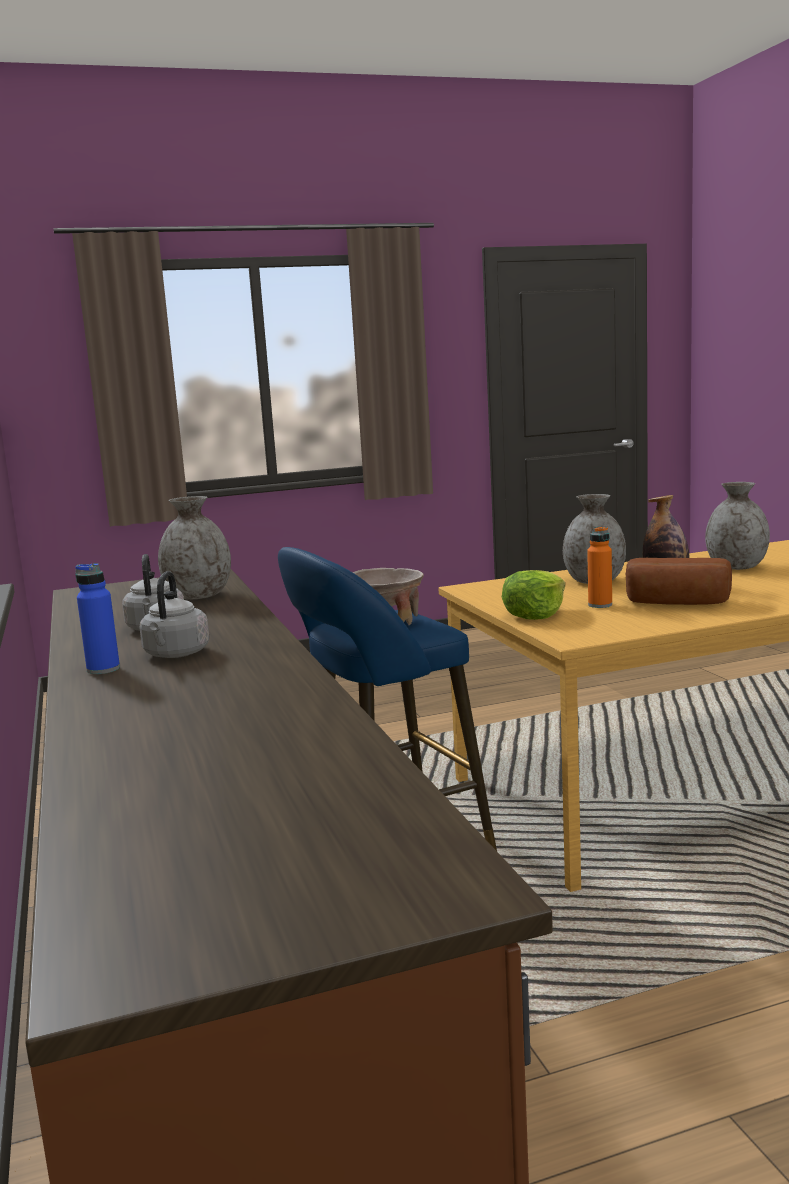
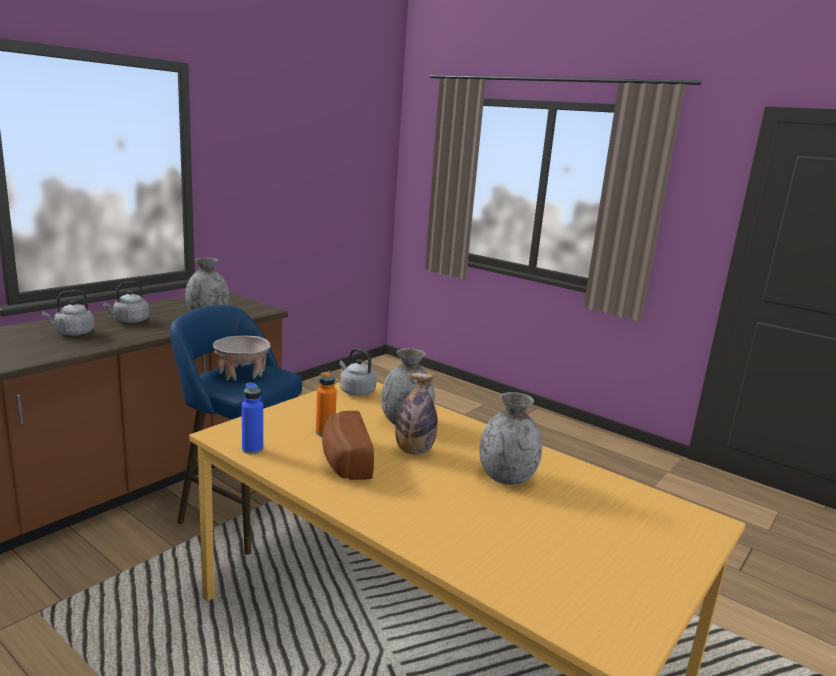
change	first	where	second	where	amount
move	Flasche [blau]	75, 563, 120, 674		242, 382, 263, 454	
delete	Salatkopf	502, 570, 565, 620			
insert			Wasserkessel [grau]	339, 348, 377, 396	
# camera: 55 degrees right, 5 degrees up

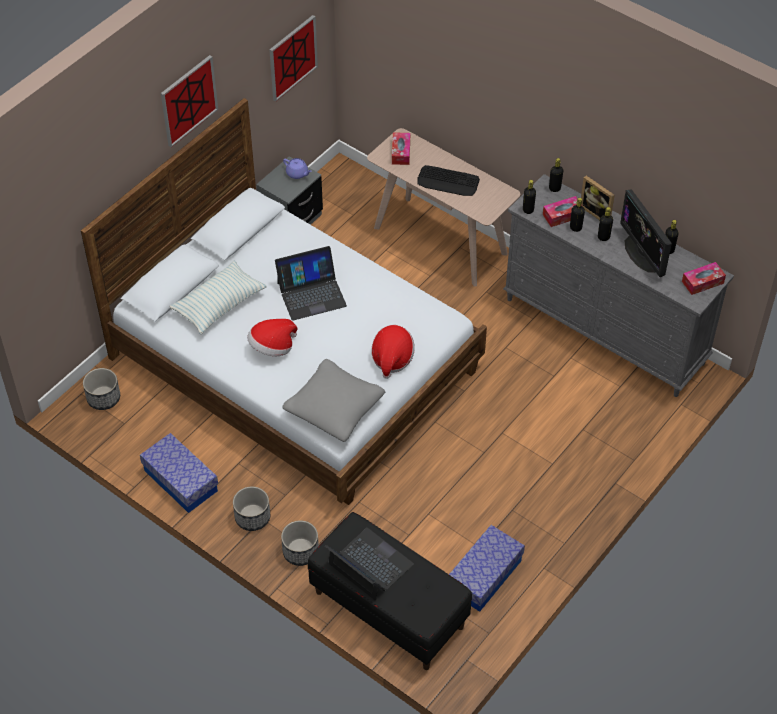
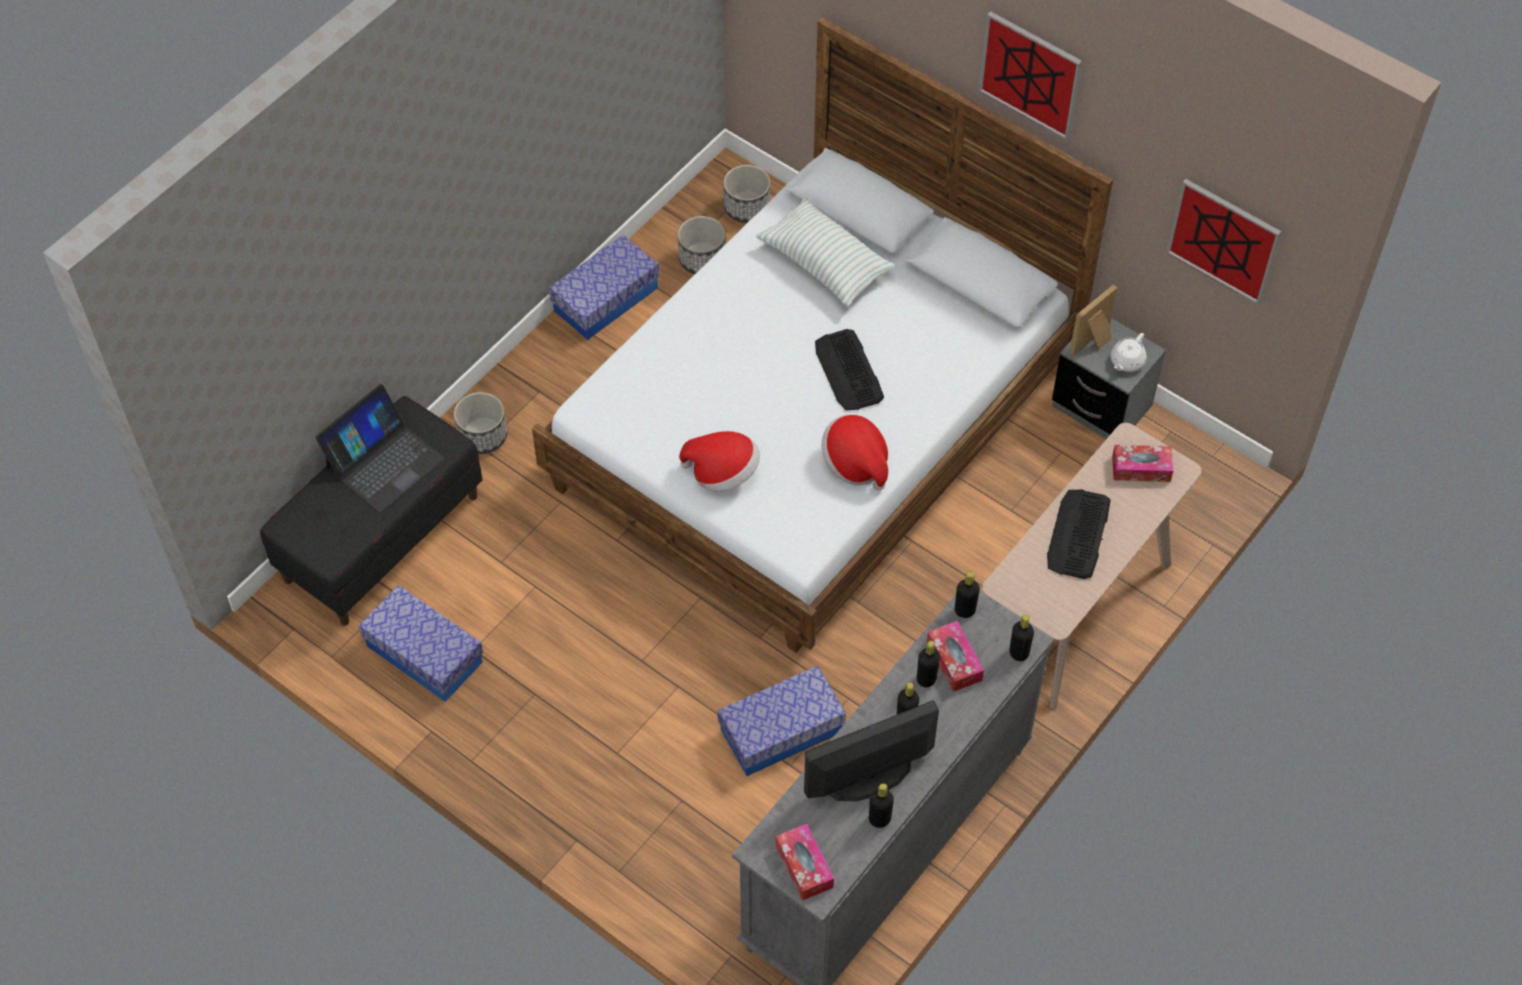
change	first	where	second	where	amount
move	Pflanzkübel	233, 486, 270, 531		678, 216, 725, 274	
move	Hut	247, 319, 297, 356		822, 414, 888, 491	
replace	Laptop	275, 246, 347, 321	Tastatur	815, 329, 884, 410	
delete	Kissen [grau]	282, 359, 385, 442			
recolor	Teekanne [lila]	283, 158, 312, 179	Teekanne [weiß]	1111, 333, 1146, 372	
move	Bilderrahmen	581, 176, 615, 220		1070, 284, 1118, 355	
insert			Aufbewahrungsbox	717, 666, 846, 776	
# camera: 90 degrees right, 5 degrees up

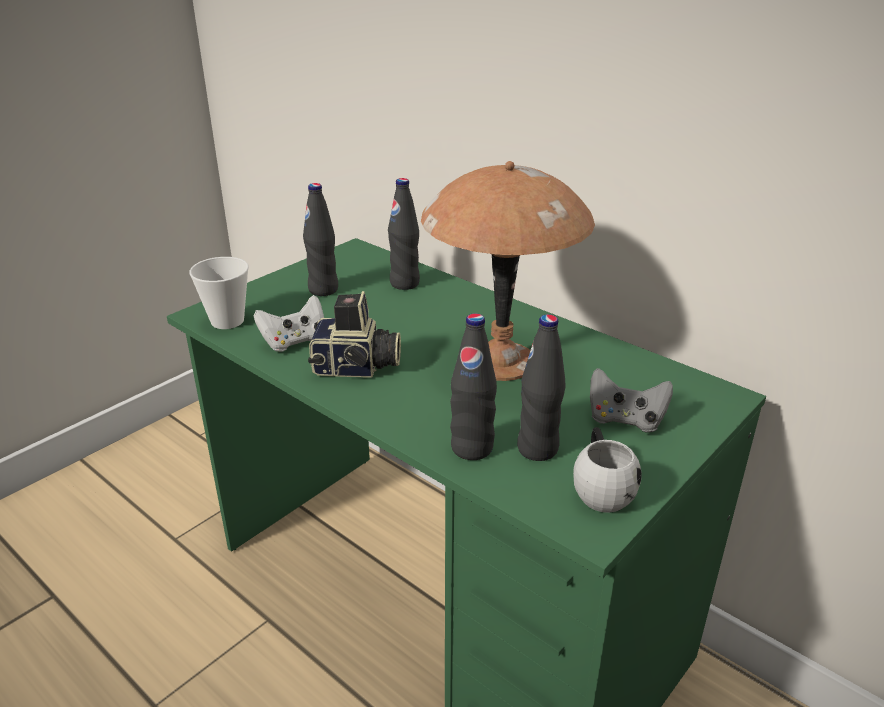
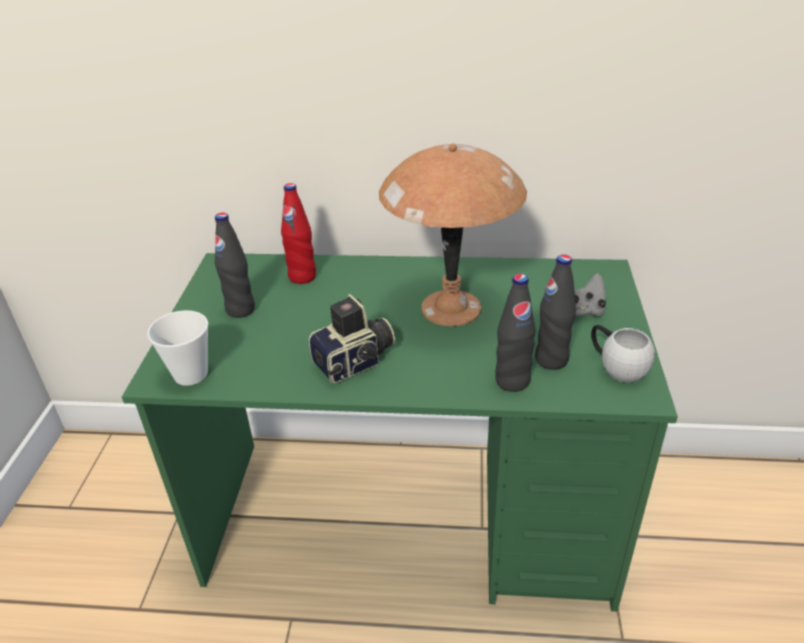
change	first	where	second	where	amount
delete	Gamepad [weiß]	254, 295, 324, 352			
recolor	Flasche [schwarz]	388, 178, 420, 290	Flasche [rot]	281, 183, 316, 284	
# camera: 35 degrees left, 5 degrees up

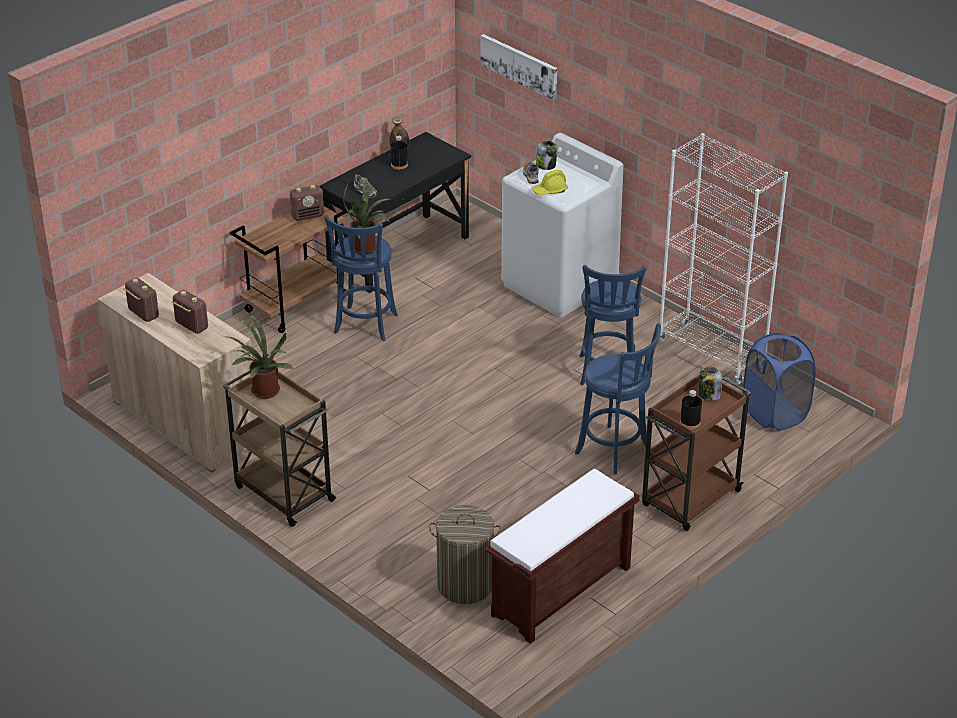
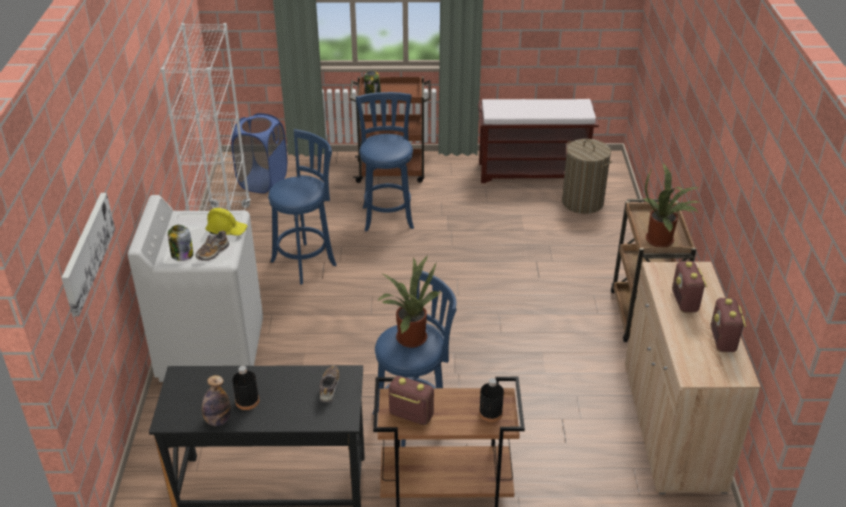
change	first	where	second	where	amount
move	Flasche [schwarz]	680, 390, 702, 429		479, 378, 504, 422	
# camera: 135 degrees left, 0 degrees up

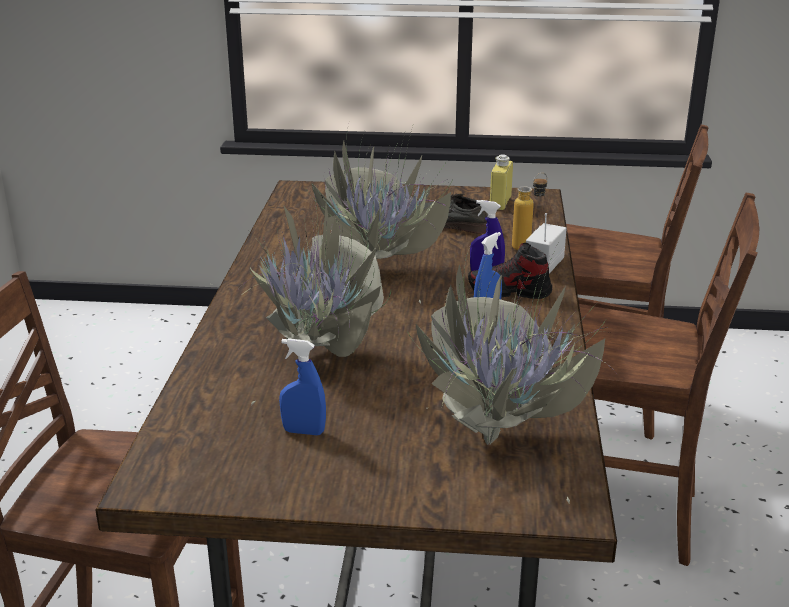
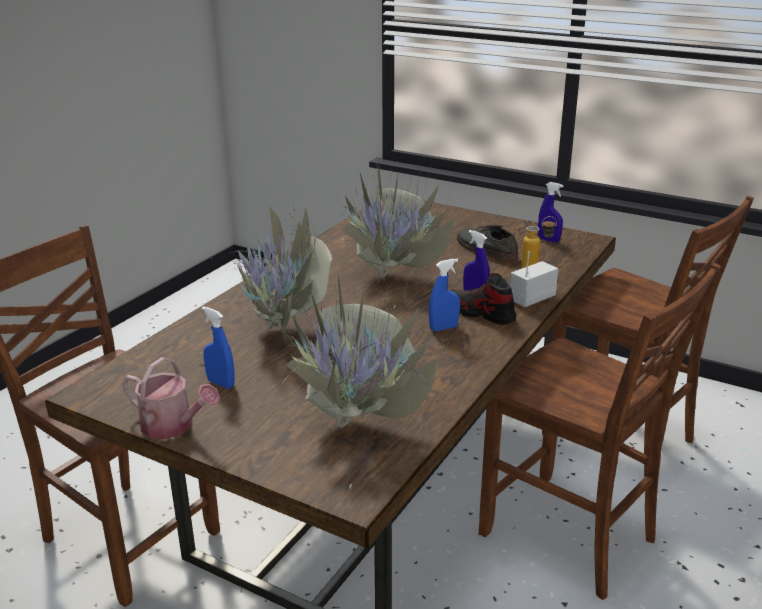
change	first	where	second	where	amount
replace	Flasche [gelb]	490, 154, 513, 210	Sprühflasche [blau]	538, 182, 564, 243	
insert			Gießkanne	122, 357, 220, 439	
# camera: 25 degrees right, 0 degrees up

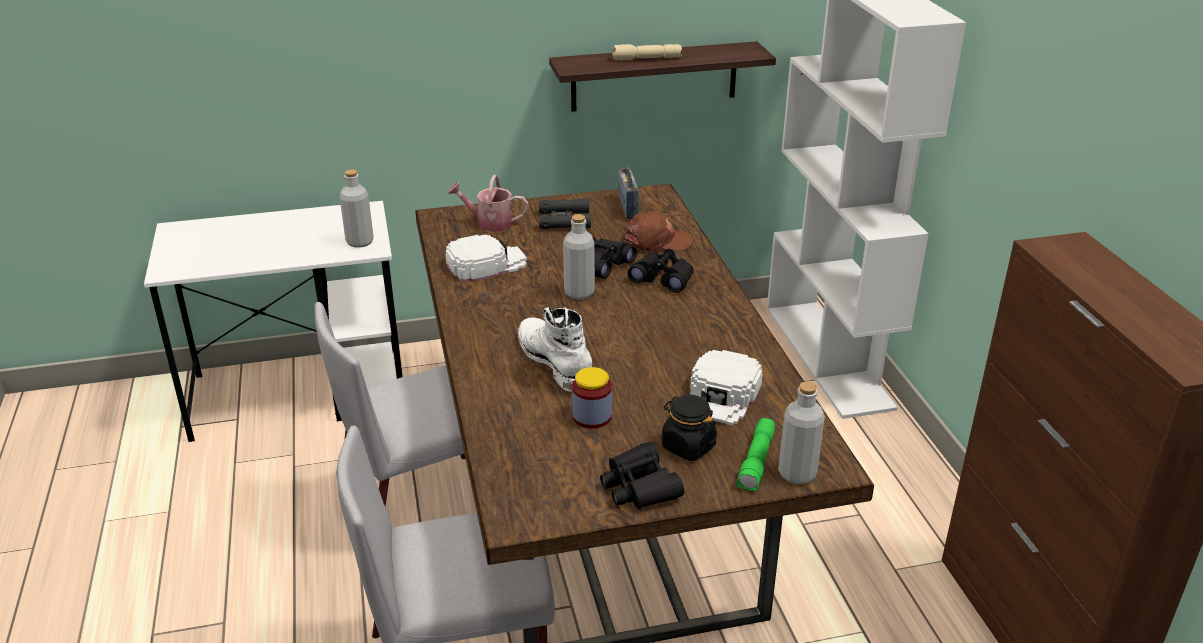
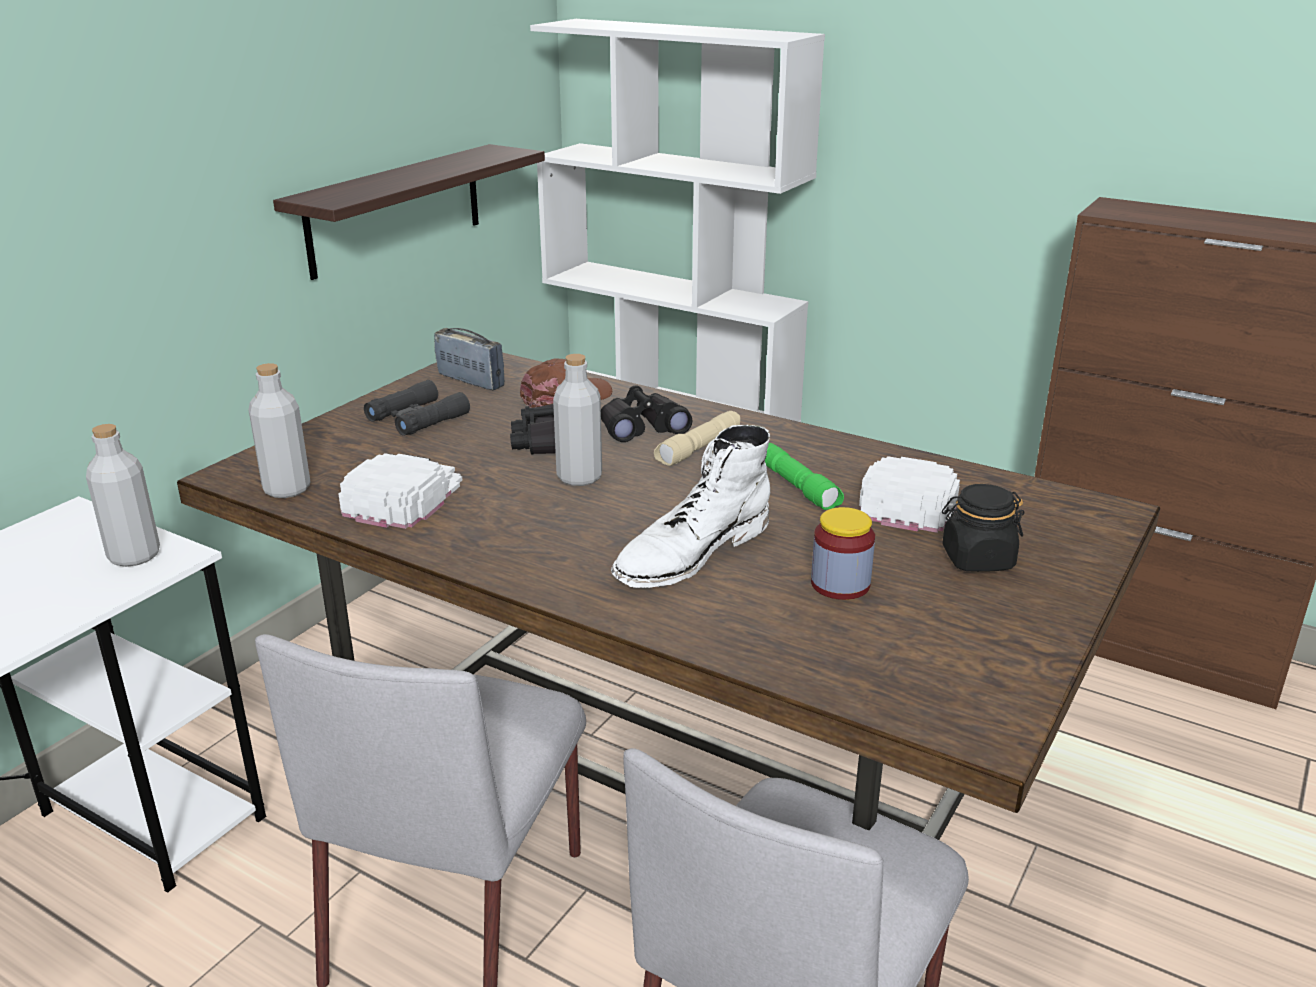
change	first	where	second	where	amount
delete	Gießkanne	448, 175, 528, 232			
rotate	Stiefel [weiß]	518, 307, 592, 392		611, 425, 770, 588	60 degrees counterclockwise
delete	Fernglas [schwarz]	600, 442, 684, 509			
move	Taschenlampe [beige]	612, 44, 682, 60		654, 411, 740, 466	
rotate	Kappe [weiß]	690, 350, 763, 426		859, 456, 960, 533	135 degrees counterclockwise
move	Taschenlampe [grün]	737, 418, 775, 491		765, 443, 844, 510	
move	Flasche [grau]	778, 381, 825, 485		249, 363, 311, 498	
# camera: 45 degrees left, 5 degrees down

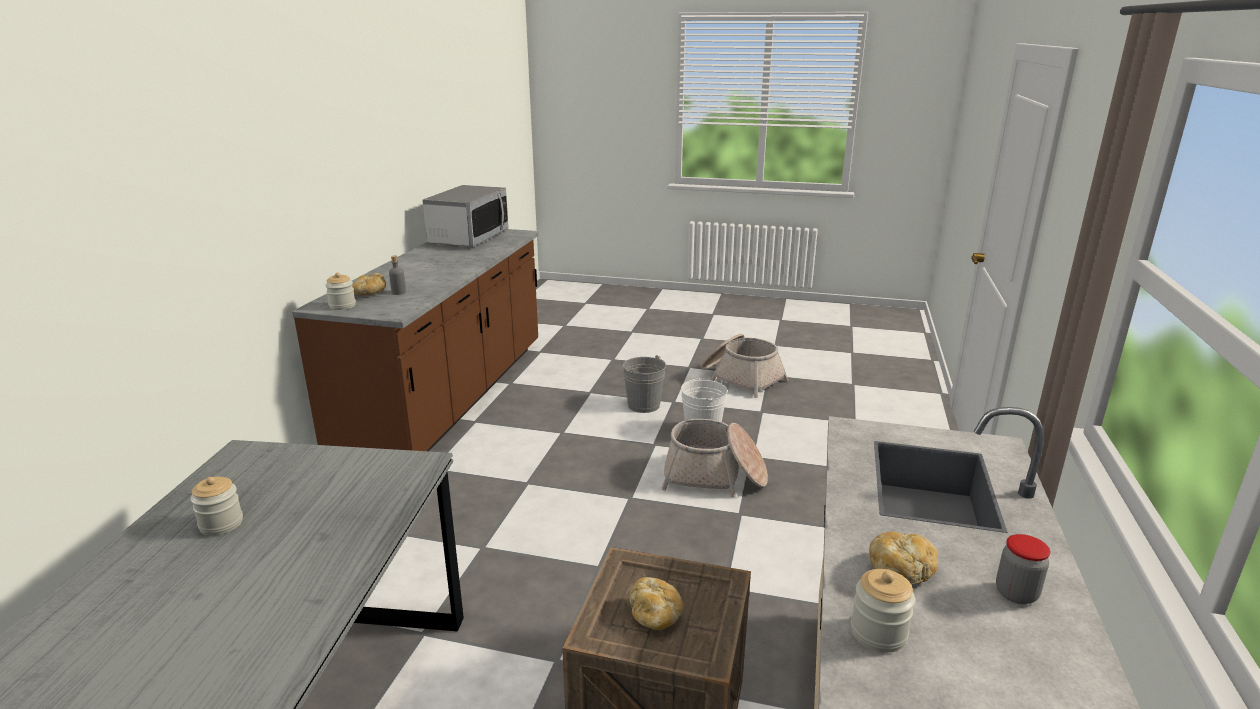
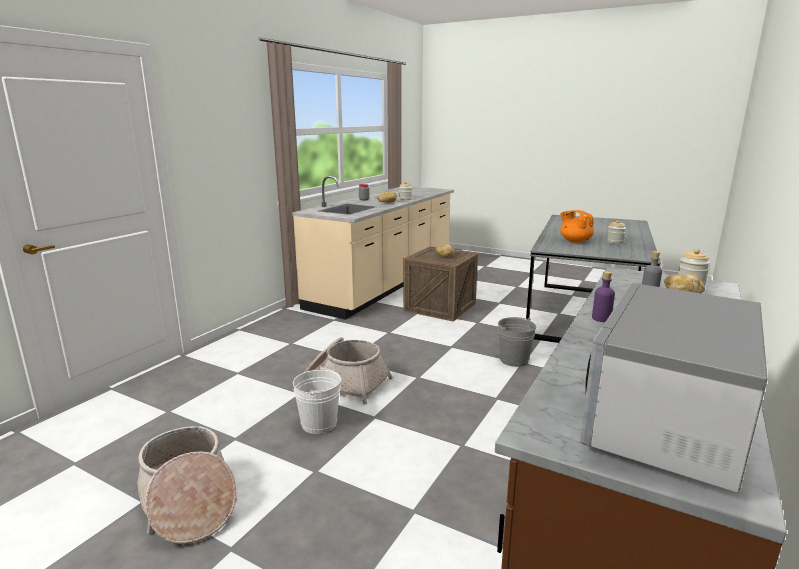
change	first	where	second	where	amount
move	Eimer [grau]	623, 355, 666, 413		498, 317, 536, 367	
insert			Teekanne [orange]	560, 210, 594, 243	
insert			Flasche [lila]	592, 271, 615, 322	
# camera: 165 degrees left, 5 degrees down

